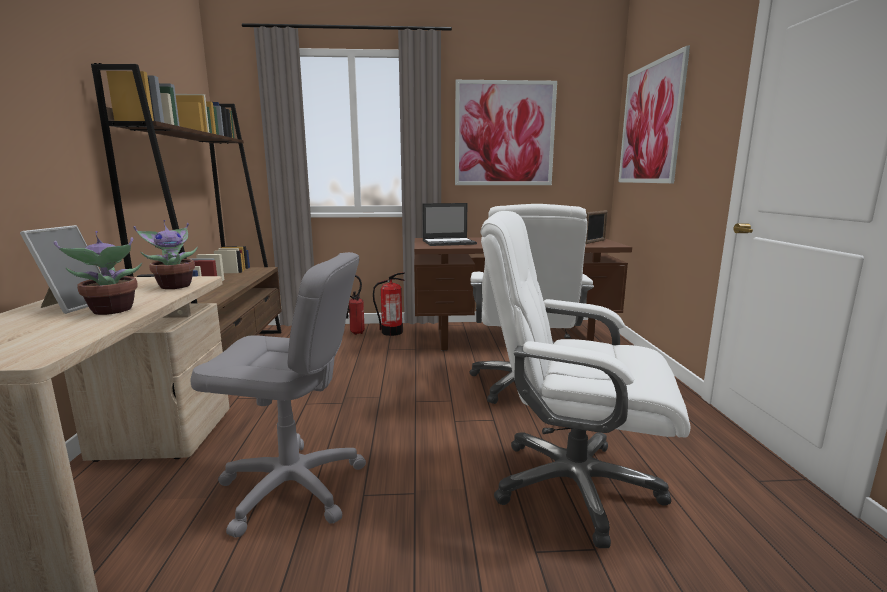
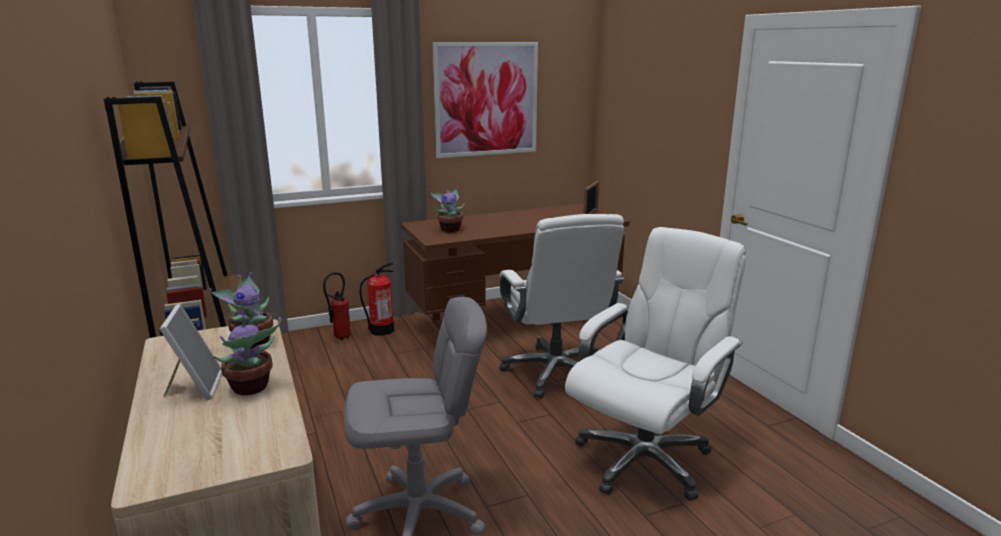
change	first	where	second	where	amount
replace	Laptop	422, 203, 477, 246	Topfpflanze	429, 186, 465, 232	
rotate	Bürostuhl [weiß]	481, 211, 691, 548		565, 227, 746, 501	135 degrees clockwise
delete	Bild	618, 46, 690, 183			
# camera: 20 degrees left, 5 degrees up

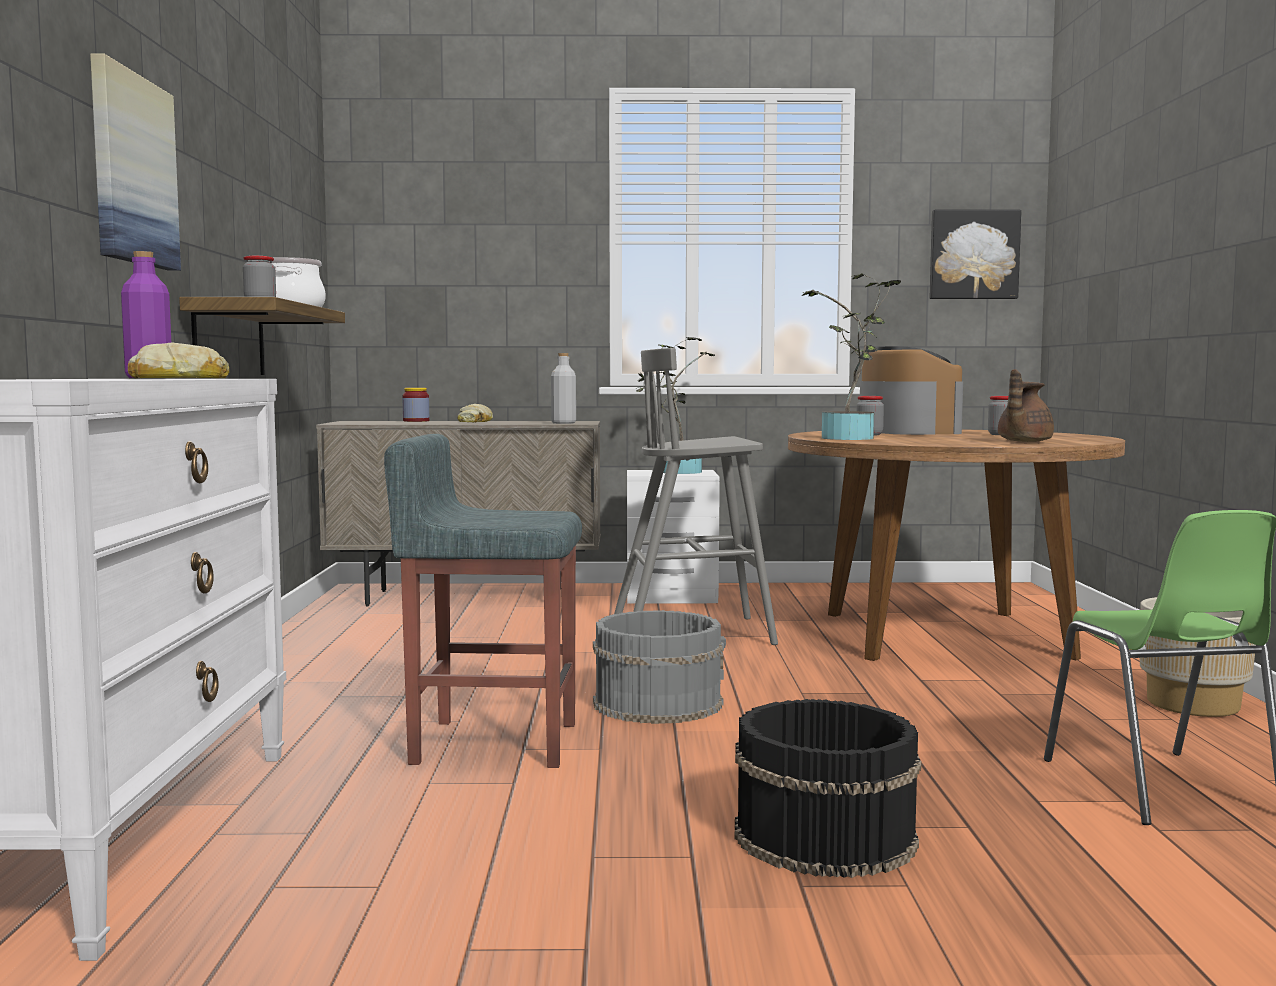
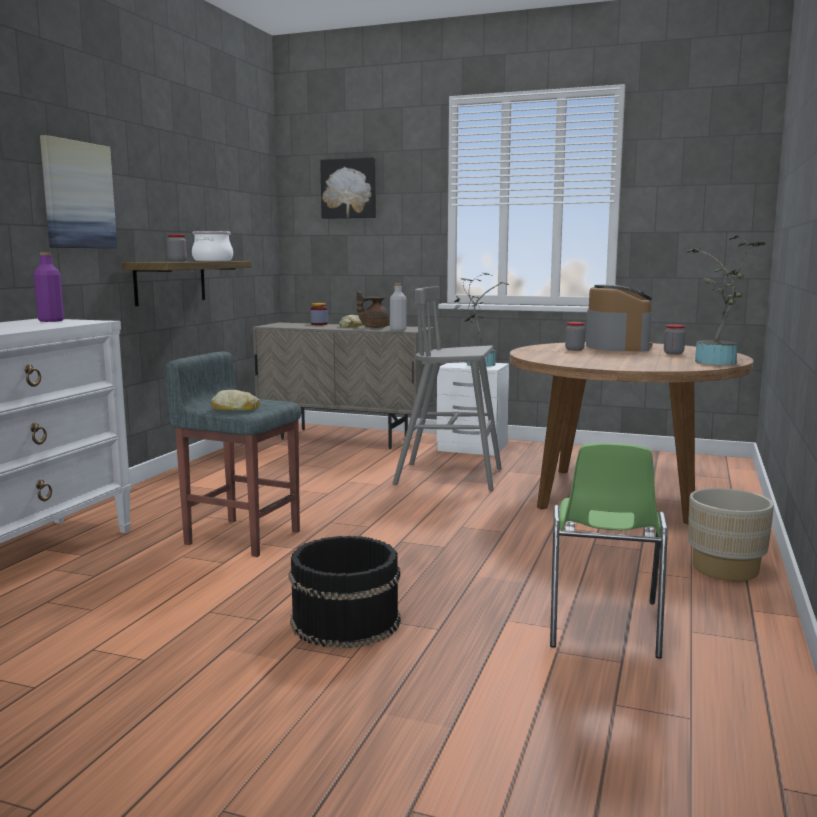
change	first	where	second	where	amount
move	Brot	128, 343, 229, 378		211, 390, 260, 410	
delete	Eimer [grau]	593, 610, 726, 724			
move	Topfpflanze	802, 273, 901, 440		687, 235, 765, 365	
move	Bild	930, 209, 1021, 299		320, 157, 376, 219	
move	Teekanne [braun]	998, 369, 1054, 442		357, 291, 389, 328	
# camera: 20 degrees right, 5 degrees up

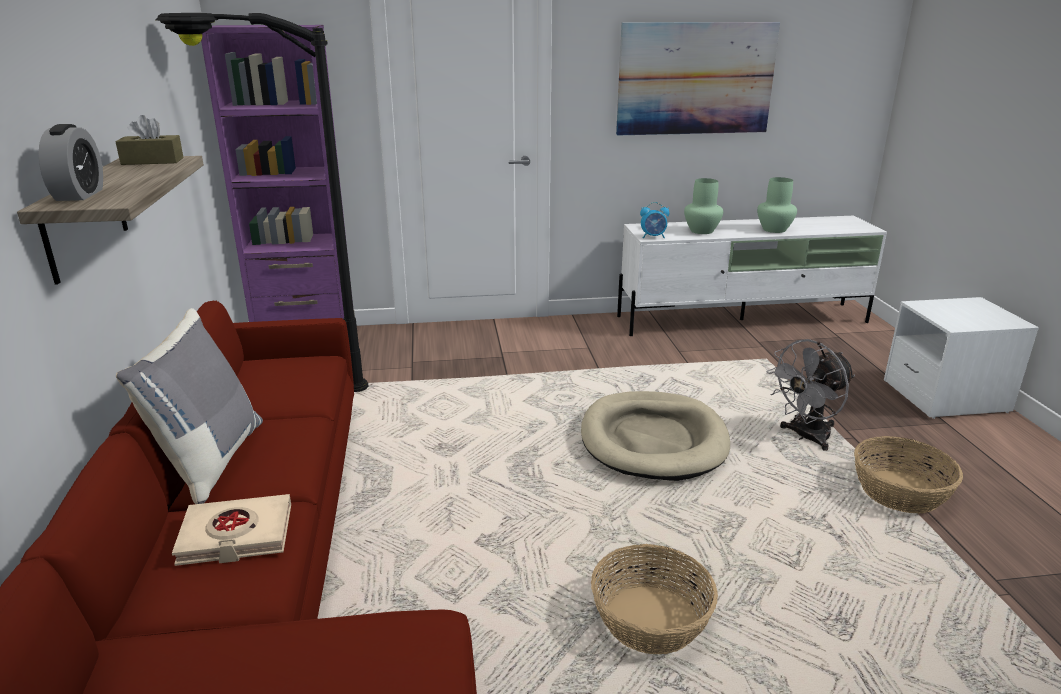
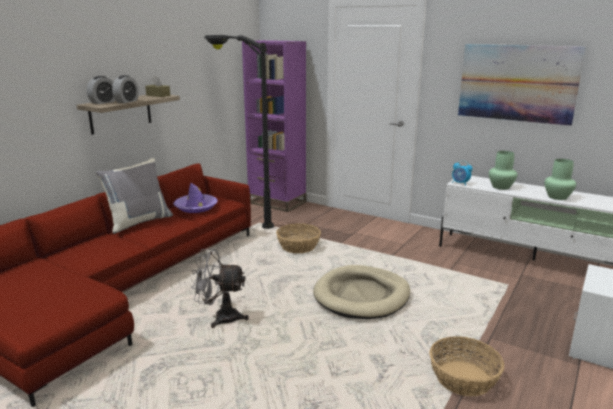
change	first	where	second	where	amount
delete	Buch [beige]	172, 494, 291, 566			
move	Korb	591, 544, 718, 654		276, 223, 321, 253	
move	Ventilator [grau]	767, 339, 855, 451		191, 249, 249, 328	
insert			Wecker	112, 75, 139, 103	
insert			Hut [lila]	173, 183, 218, 213	
# camera: 40 degrees right, 5 degrees down

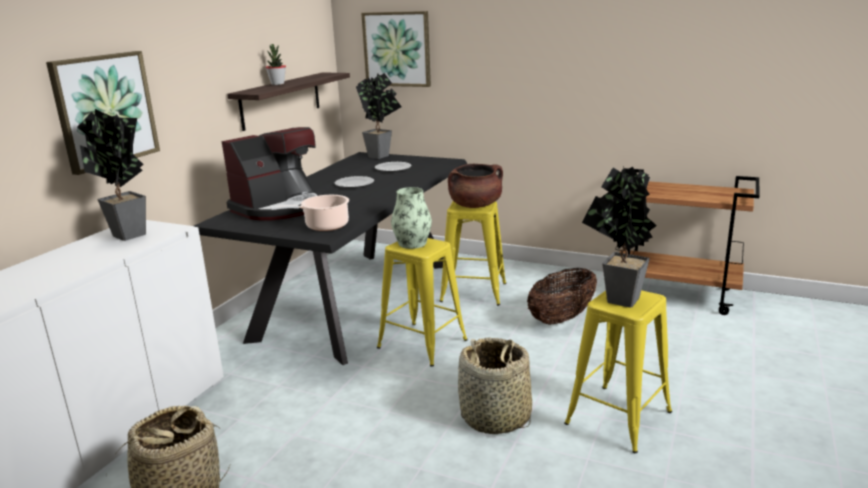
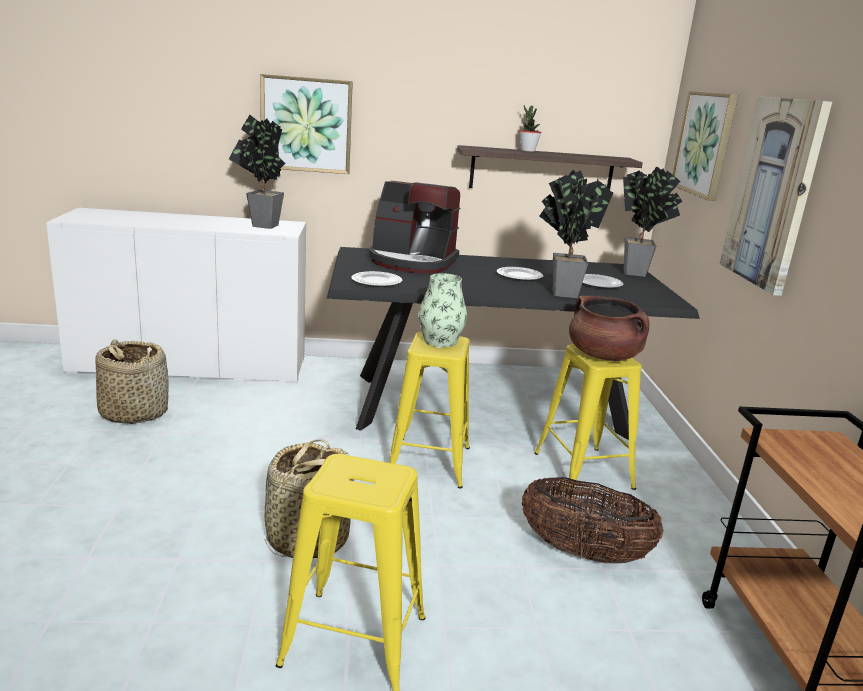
change	first	where	second	where	amount
replace	Kochtopf	270, 195, 349, 231	Teller	351, 271, 403, 287	
move	Topfpflanze	582, 166, 657, 308		539, 170, 614, 298	
insert			Bild	720, 96, 832, 296	
# camera: 60 degrees right, 0 degrees up

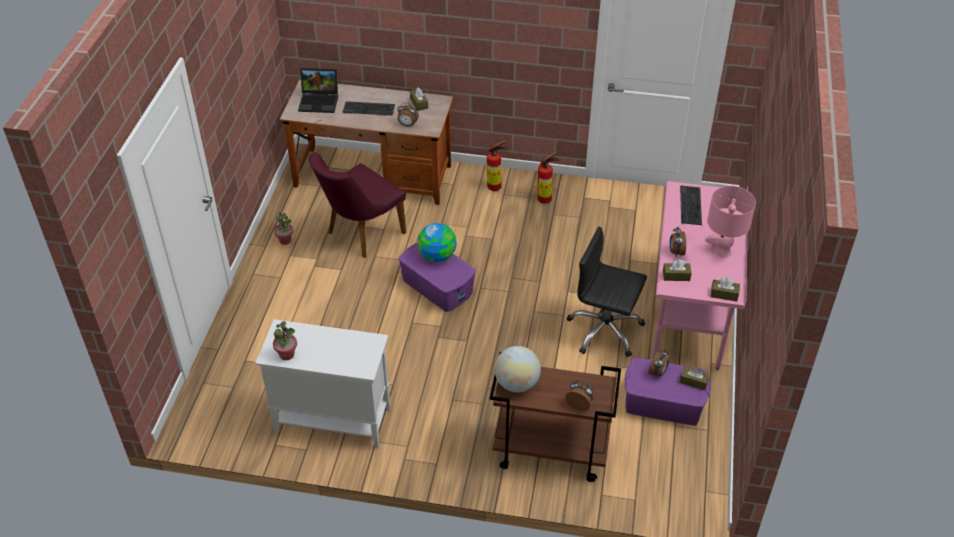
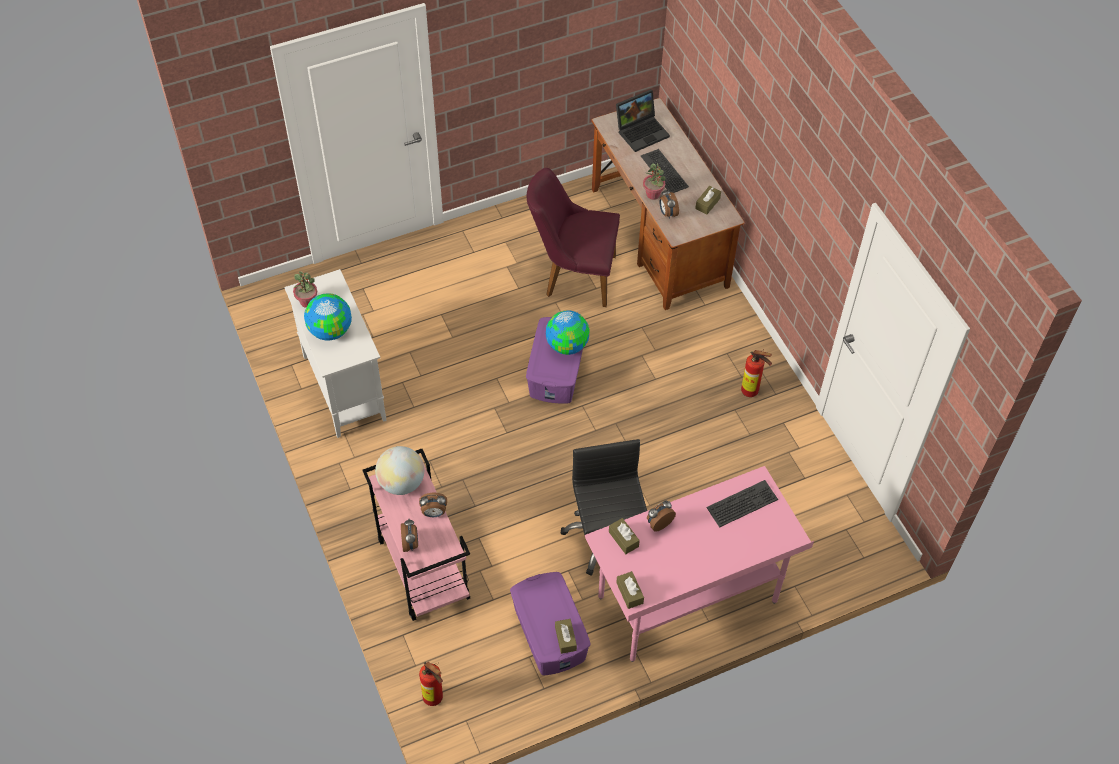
change	first	where	second	where	amount
move	Topfpflanze	274, 213, 293, 245		643, 163, 666, 200	
rotate	Laptop	298, 68, 338, 113		616, 89, 670, 152	90 degrees counterclockwise
move	Feuerlöscher	487, 140, 508, 191		419, 662, 443, 706	
recolor	Rollwagen [braun]	490, 352, 621, 482	Rollwagen [rosa]	363, 449, 470, 621	
move	Wecker	649, 350, 669, 378		419, 493, 447, 517	
delete	Tischlampe [rosa]	705, 186, 756, 258			
insert			Globus	304, 293, 352, 341	
# camera: 55 degrees right, 10 degrees up

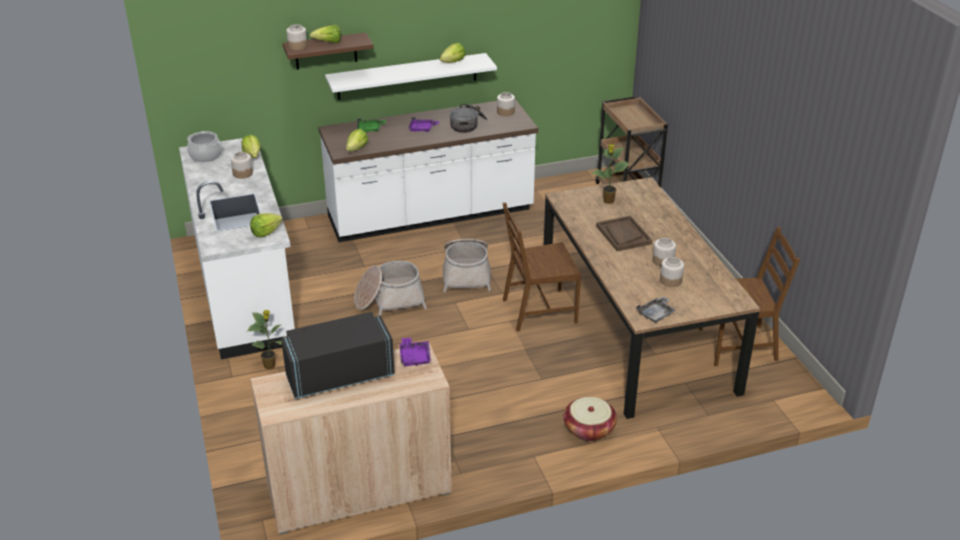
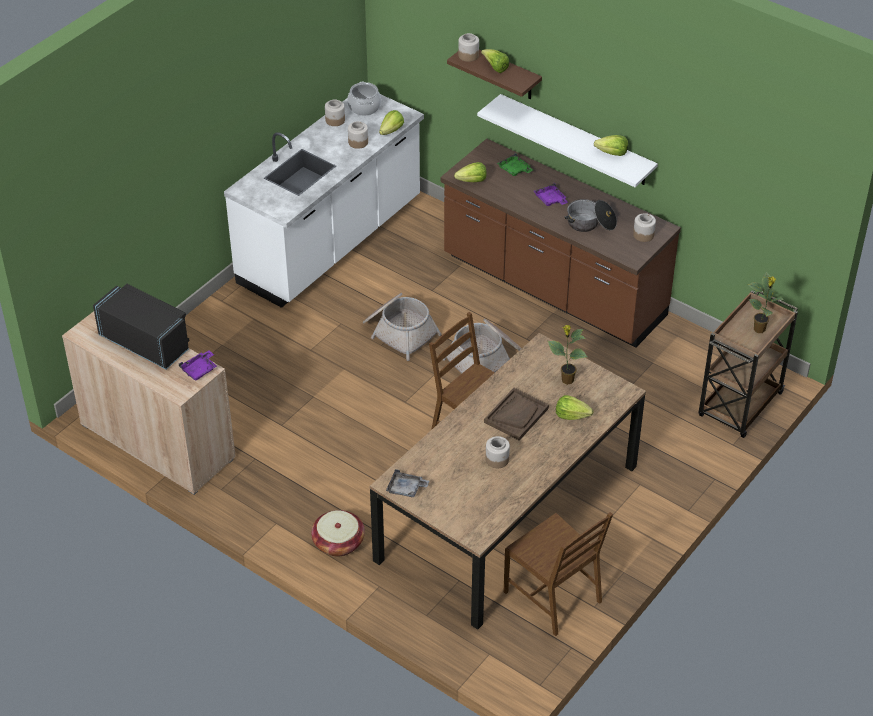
change	first	where	second	where	amount
move	Topfpflanze	247, 310, 282, 369		747, 272, 786, 333	
move	Salatkopf	250, 213, 283, 238		556, 395, 593, 420	
recolor	Küchenzeile [weiß]	318, 99, 538, 242	Küchenzeile [braun]	441, 139, 681, 348	
move	Vorratsglas	660, 257, 684, 287		325, 99, 345, 126	
# camera: 55 degrees right, 10 degrees up

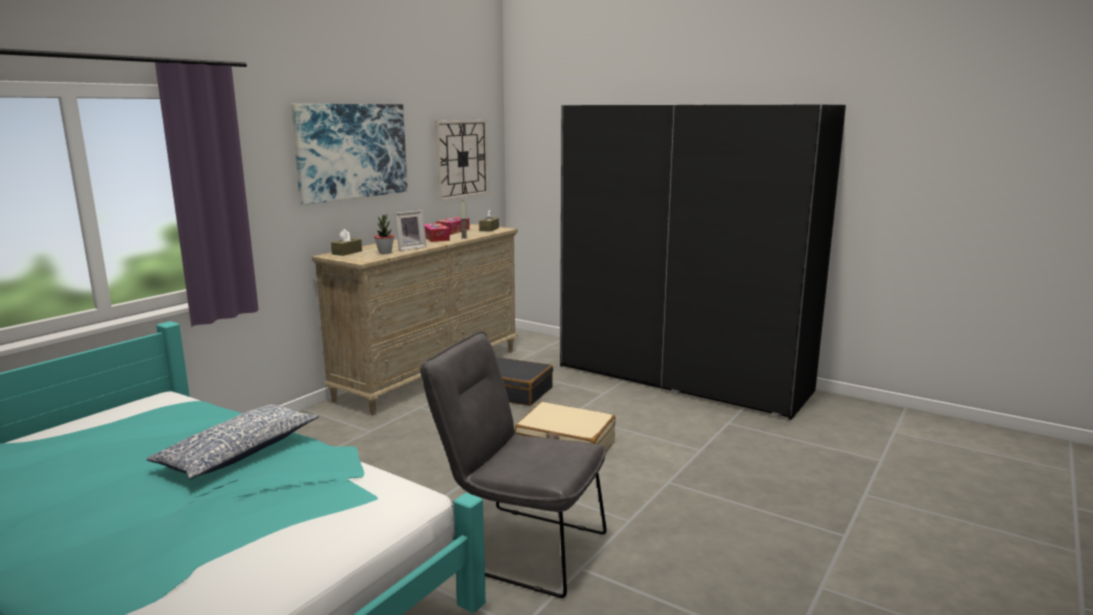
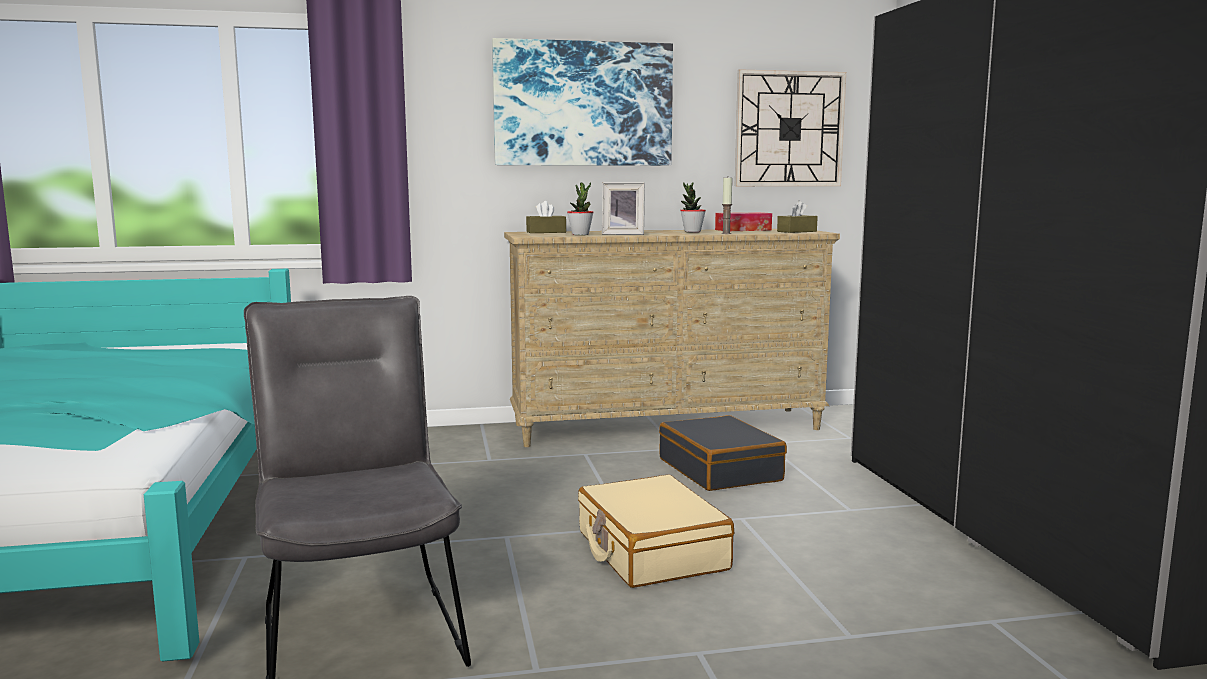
change	first	where	second	where	amount
delete	Kissen	146, 404, 319, 480			
replace	Taschentuchbox	424, 223, 450, 242	Topfpflanze	680, 182, 706, 233	
# camera: 45 degrees right, 5 degrees down

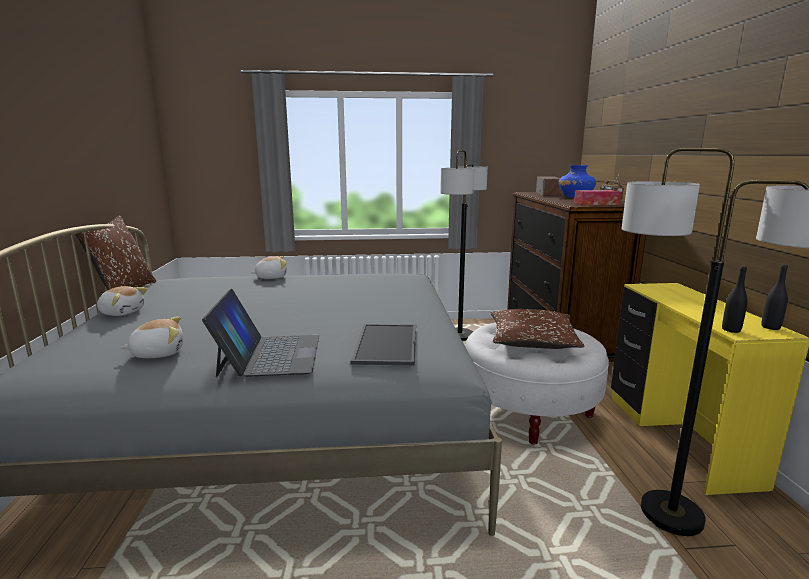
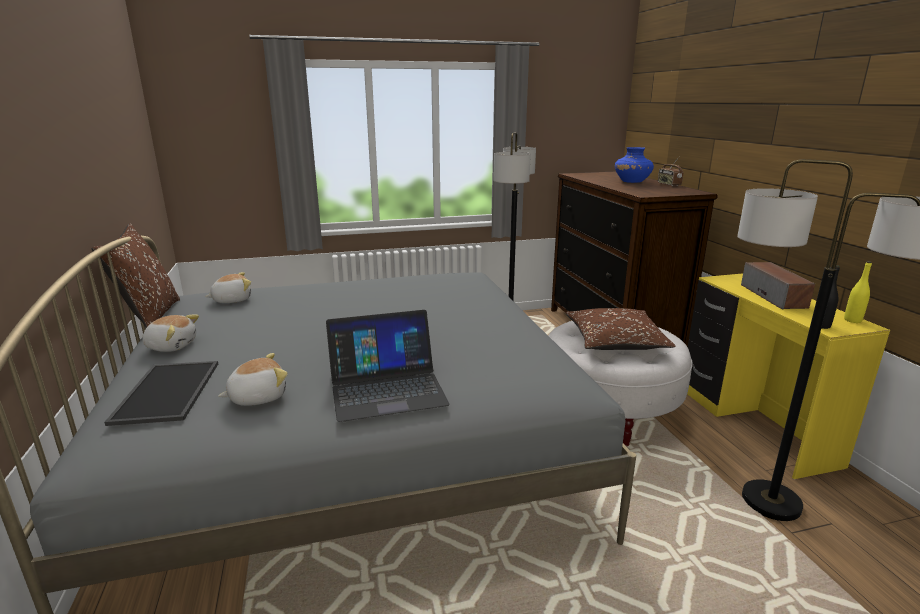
change	first	where	second	where	amount
rotate	Laptop	202, 289, 319, 377		326, 310, 449, 422	90 degrees clockwise
move	Plüschtier	251, 256, 287, 279		205, 272, 251, 303	
move	Tablett	351, 324, 416, 365		104, 361, 218, 426	
move	Lautsprecher	536, 176, 562, 196		741, 262, 815, 309	
delete	Taschentuchbox	574, 190, 621, 205			
recolor	Flasche [schwarz]	761, 264, 788, 330	Flasche [gelb]	844, 261, 872, 323	
# camera: 10 degrees left, 5 degrees up

